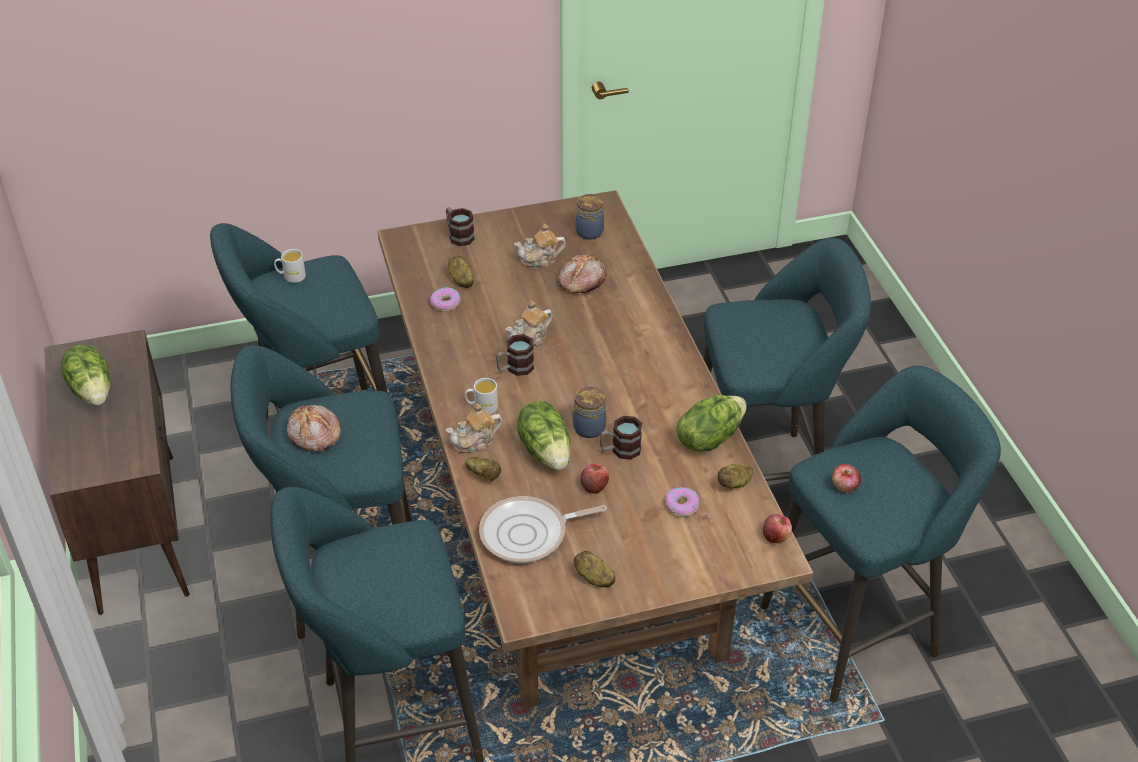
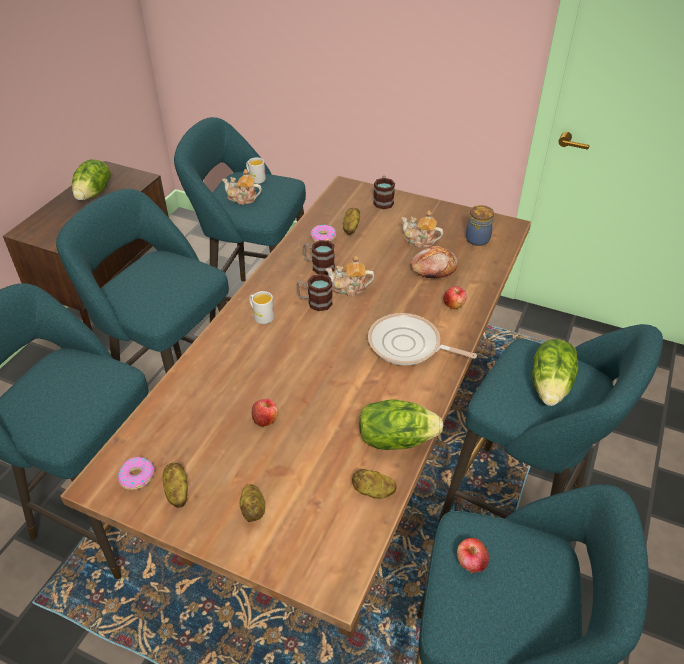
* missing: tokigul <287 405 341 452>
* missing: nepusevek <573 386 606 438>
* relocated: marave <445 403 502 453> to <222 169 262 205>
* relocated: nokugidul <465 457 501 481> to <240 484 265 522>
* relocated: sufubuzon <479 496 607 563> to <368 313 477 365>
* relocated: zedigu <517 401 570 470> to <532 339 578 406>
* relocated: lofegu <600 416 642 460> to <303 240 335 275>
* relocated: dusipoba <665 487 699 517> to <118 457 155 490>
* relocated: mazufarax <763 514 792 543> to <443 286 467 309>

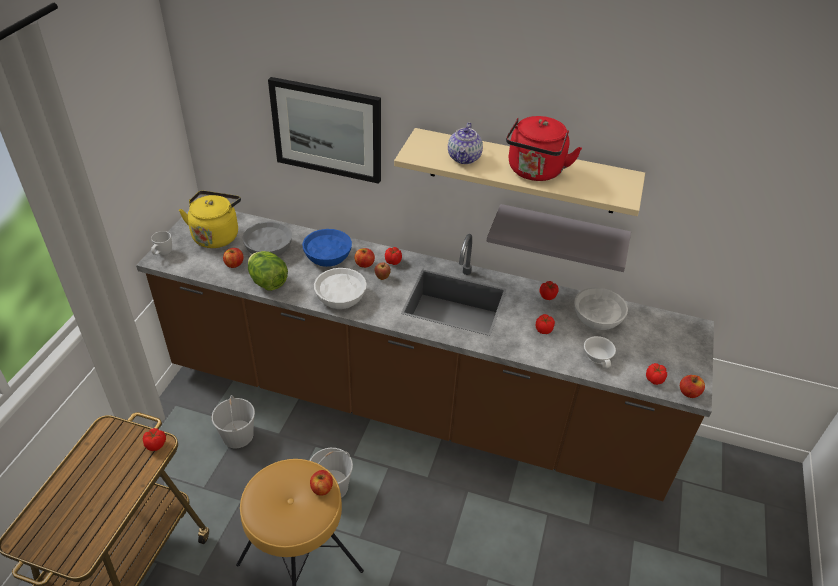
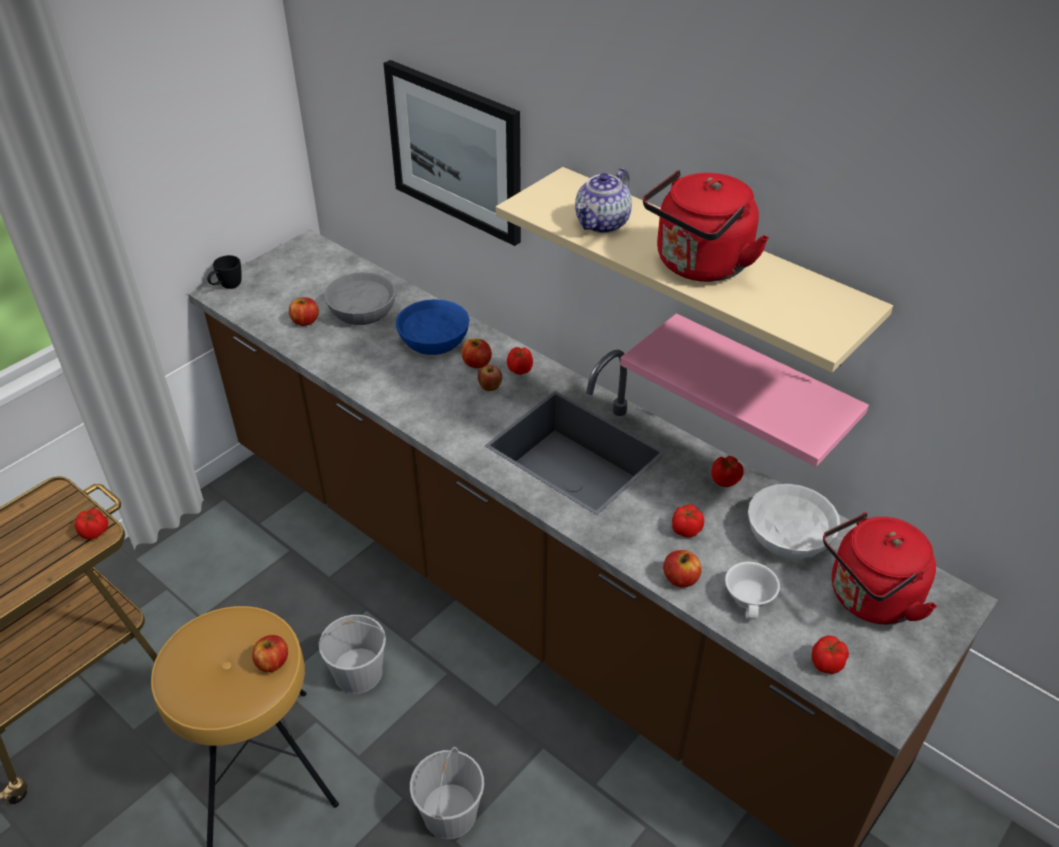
* missing: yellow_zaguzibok <179 191 241 248>
* missing: zedigu <248 251 288 291>
* missing: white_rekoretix <314 268 366 309>
* appeared: red_zaguzibok <823 512 937 625>
* relocated: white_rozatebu <212 395 255 448> to <410 747 484 839>
* relocated: mazufarax <680 375 705 398> to <663 550 702 587>
* colour: white_lofegu <151 231 172 255> to black_lofegu <207 255 242 289>
* colour: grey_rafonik <487 204 631 272> to pink_rafonik <620 313 869 467>

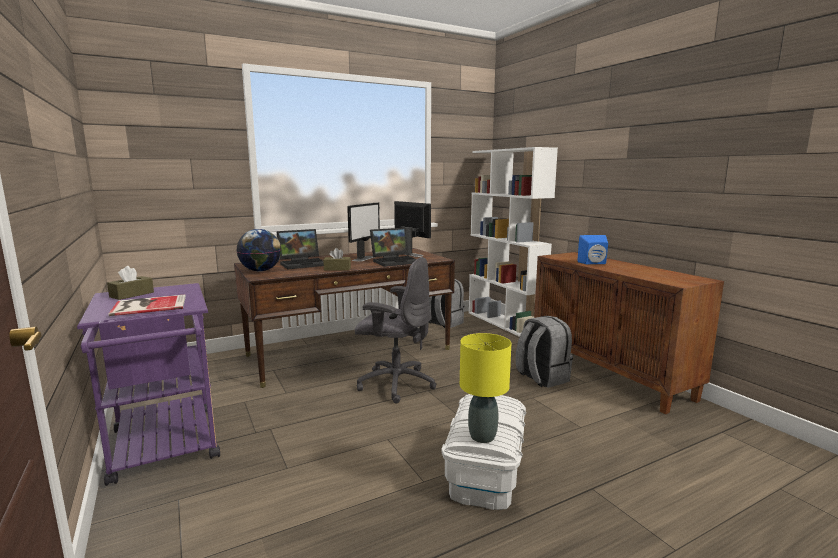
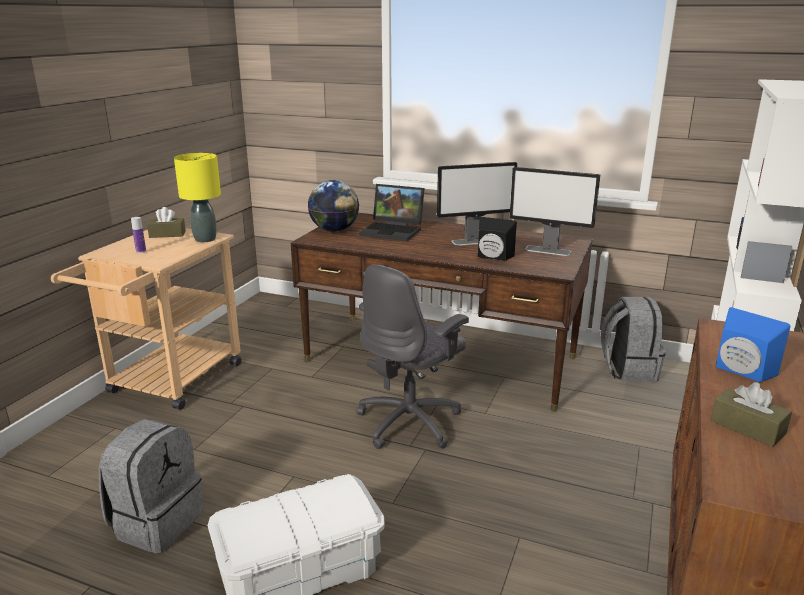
* relocated: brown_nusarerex <323 248 351 271> to <711 382 792 447>
* relocated: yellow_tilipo <460 333 511 443> to <174 153 221 242>
* relocated: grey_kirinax <516 316 573 388> to <99 419 204 553>
* exchanged: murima <108 295 186 316> to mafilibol <131 217 146 253>
* exchanged: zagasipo <370 228 417 267> to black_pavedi <478 217 517 261>
* colour: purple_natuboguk <77 283 220 486> to beige_natuboguk <51 228 241 410>
* spun: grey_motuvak <355 257 436 403> = <356 264 469 449> 60 degrees clockwise
* spun: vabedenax <394 201 431 257> = <509 167 600 256> 105 degrees clockwise

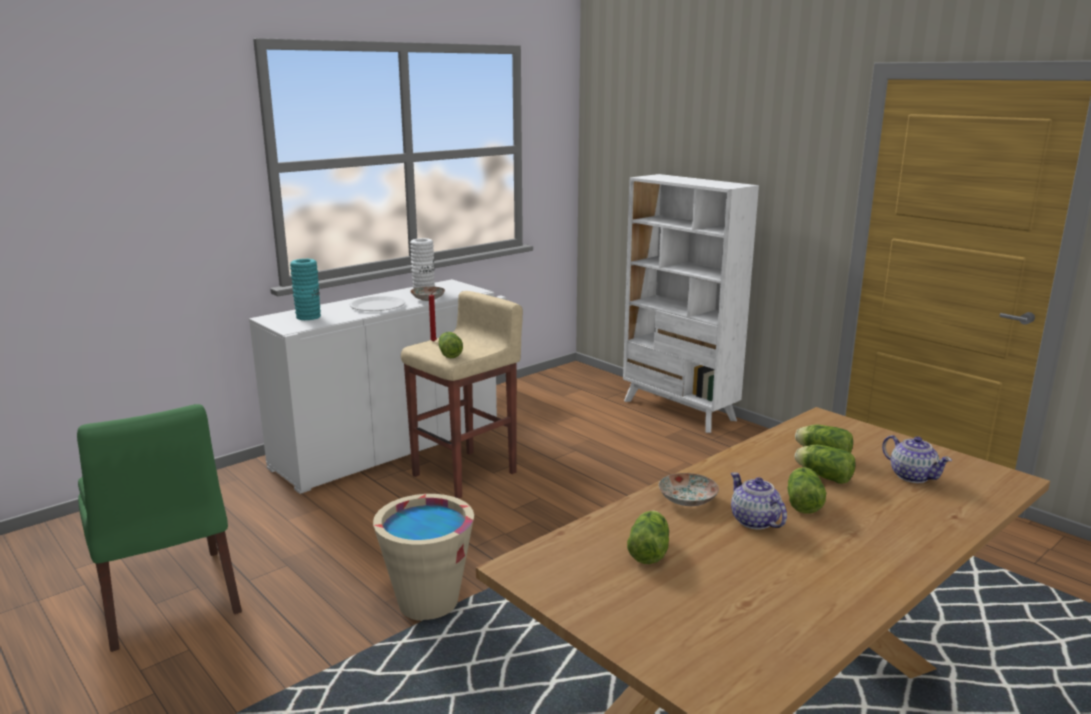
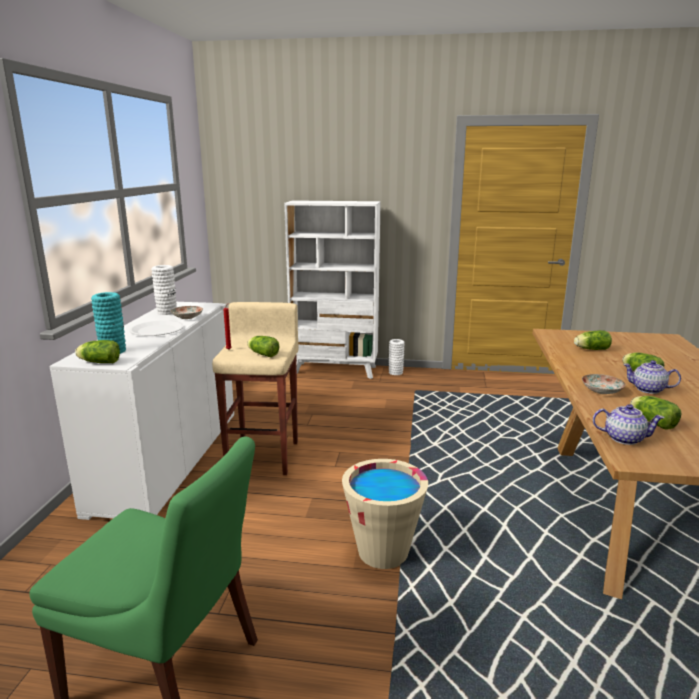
* appeared: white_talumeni <389 339 405 375>
* relocated: zedigu <795 445 856 484> to <75 340 120 363>
* relocated: marave <882 435 952 483> to <593 404 664 445>

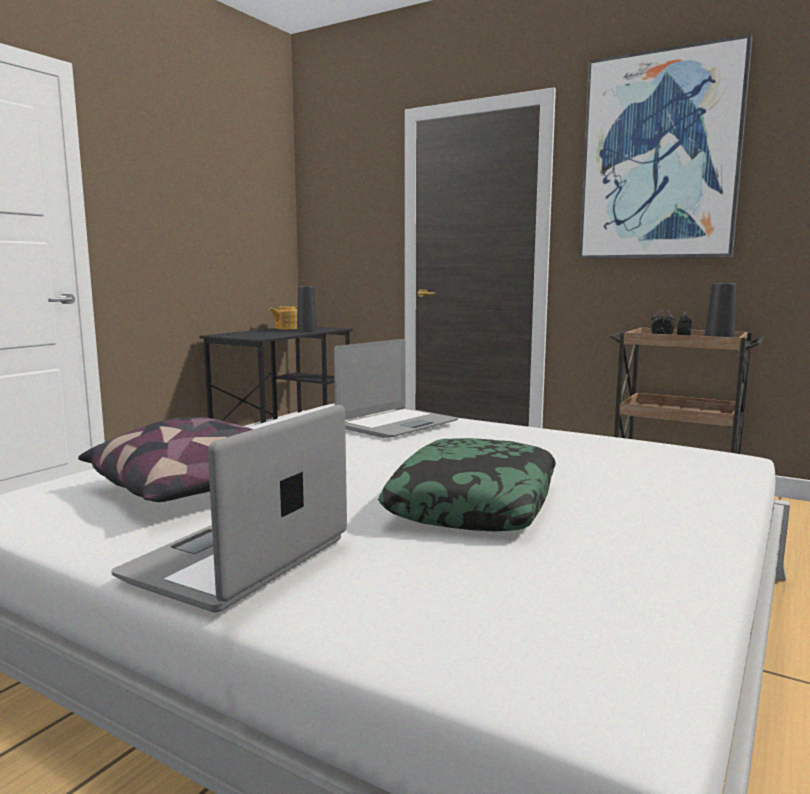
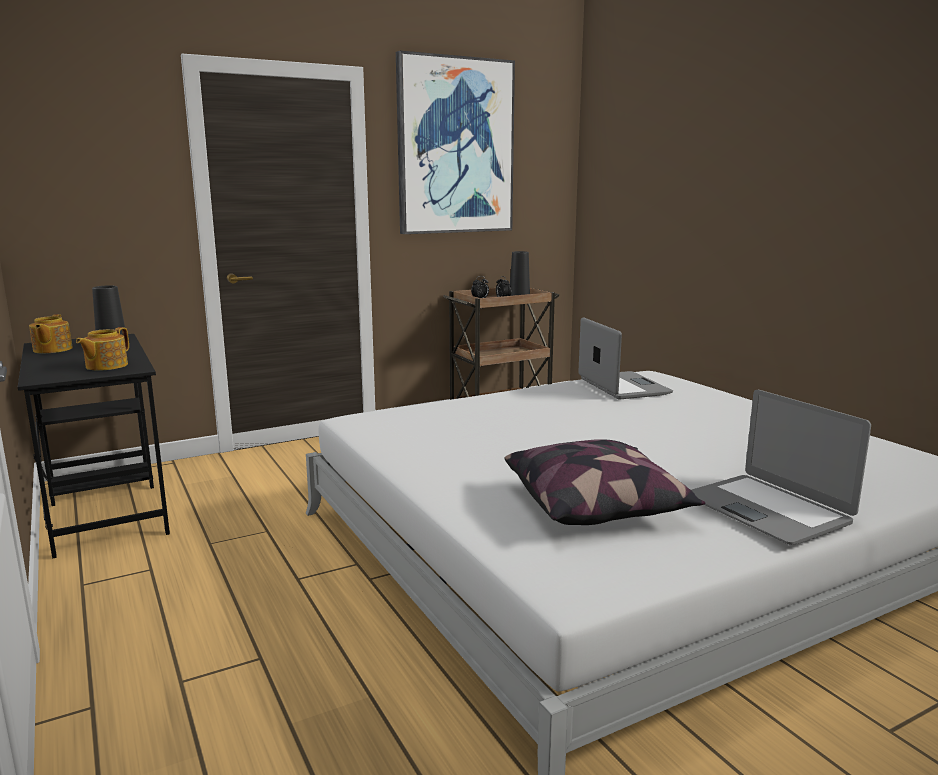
* missing: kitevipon <378 438 556 532>
* appeared: marave <76 327 129 371>
* relocated: zagasipo <334 339 458 438> to <578 318 673 399>

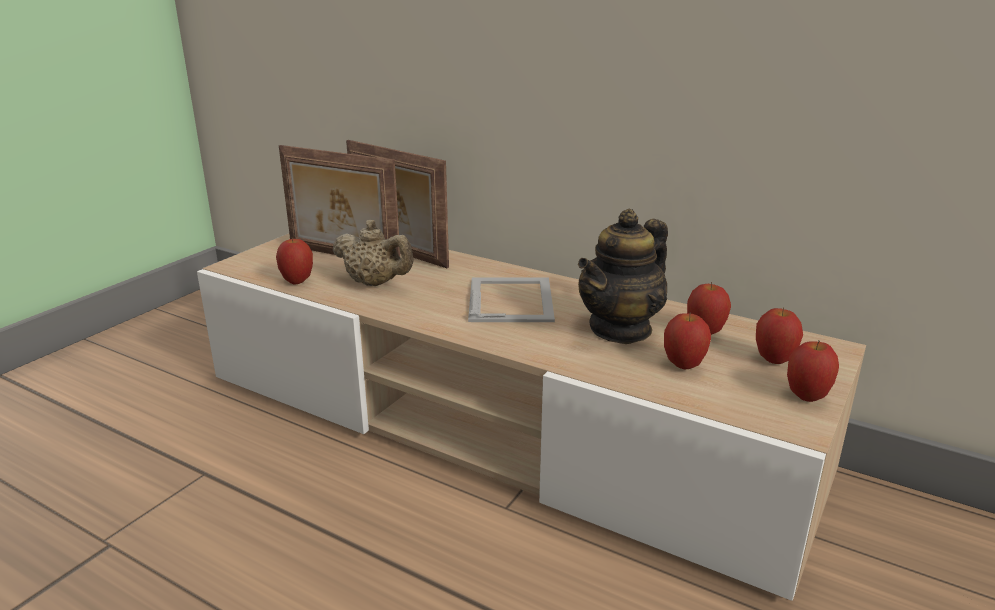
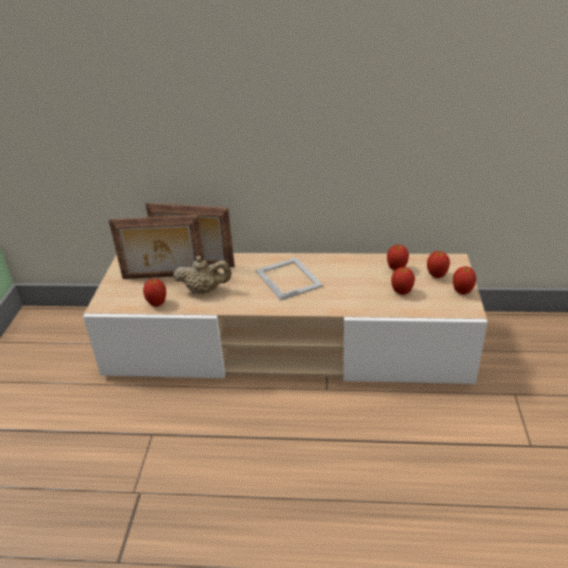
* missing: marave <578 209 668 344>

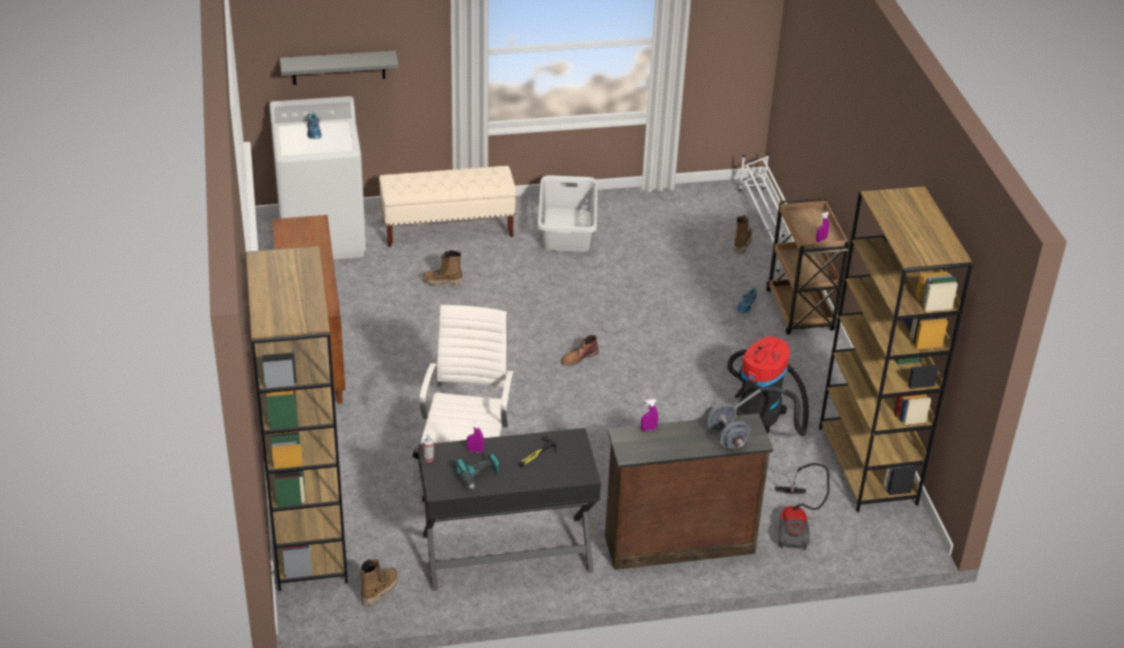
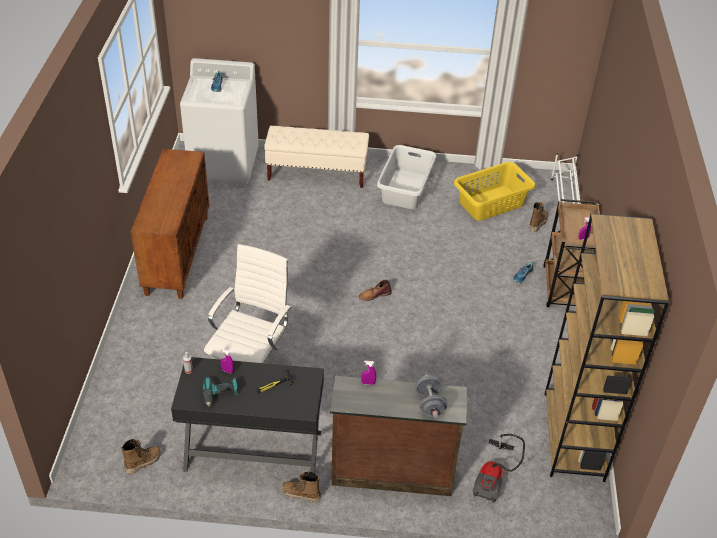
* missing: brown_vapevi <246 246 348 591>
* missing: grey_rafonik <280 51 399 85>
* missing: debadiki <700 336 809 436>
* appeared: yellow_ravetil <454 162 535 221>
* relocated: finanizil <423 250 462 286> to <282 471 321 502>

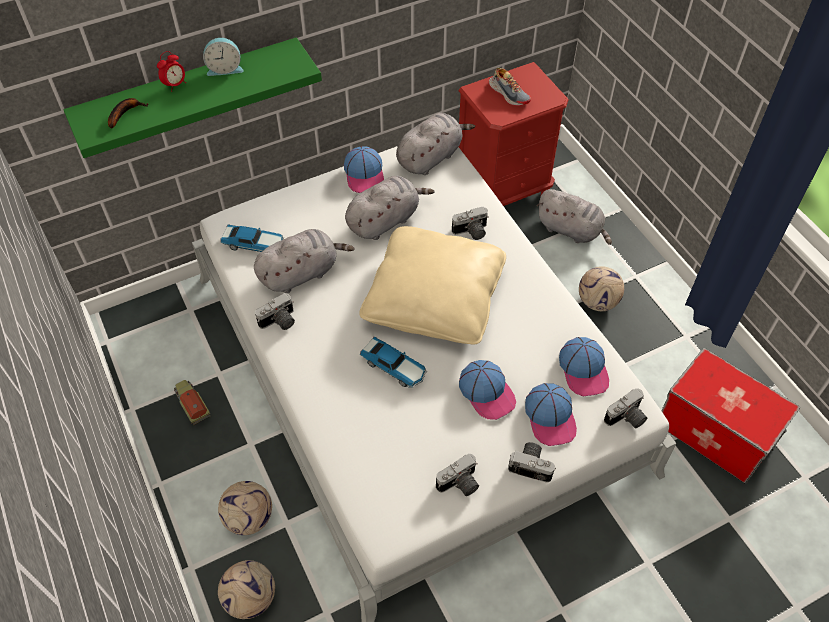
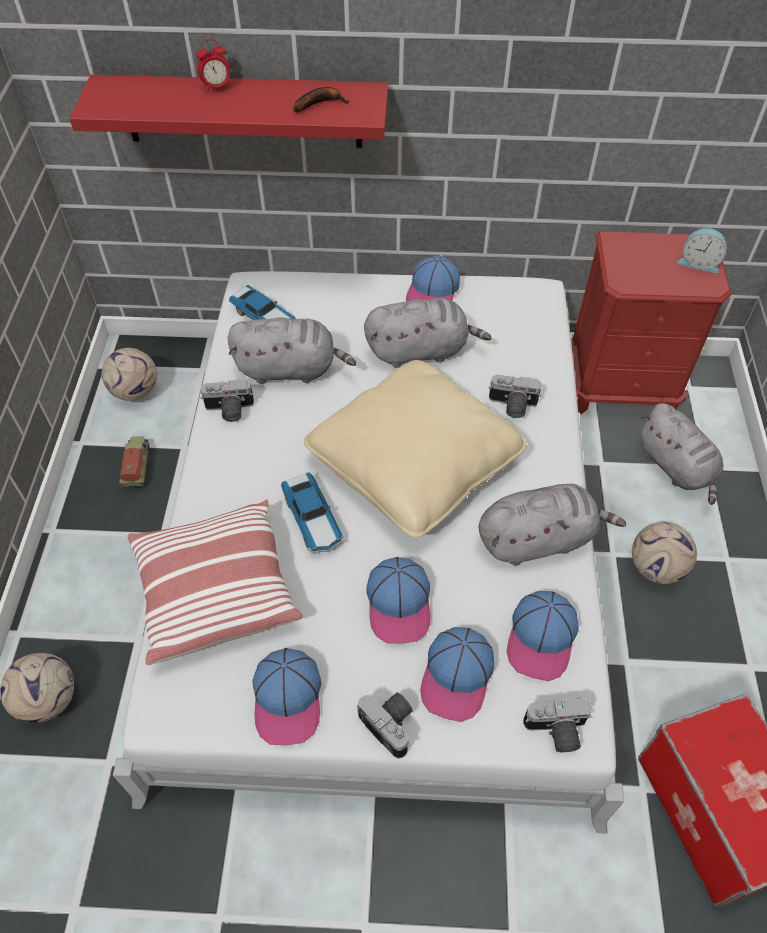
* missing: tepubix <489 68 531 106>
* appeared: kitevipon <127 499 303 665>
* relocated: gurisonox <108 98 149 128> to <293 87 349 113>
* relocated: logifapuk <203 38 244 76> to <677 228 727 273>
* relocated: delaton <218 481 272 535> to <102 348 157 401>
* relocated: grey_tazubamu <396 113 475 175> to <479 484 626 566>
* exchanged: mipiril <436 453 479 496> to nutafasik <252 648 322 745>
* colour: green_rafonik <63 37 322 158> to red_rafonik <69 75 388 148>

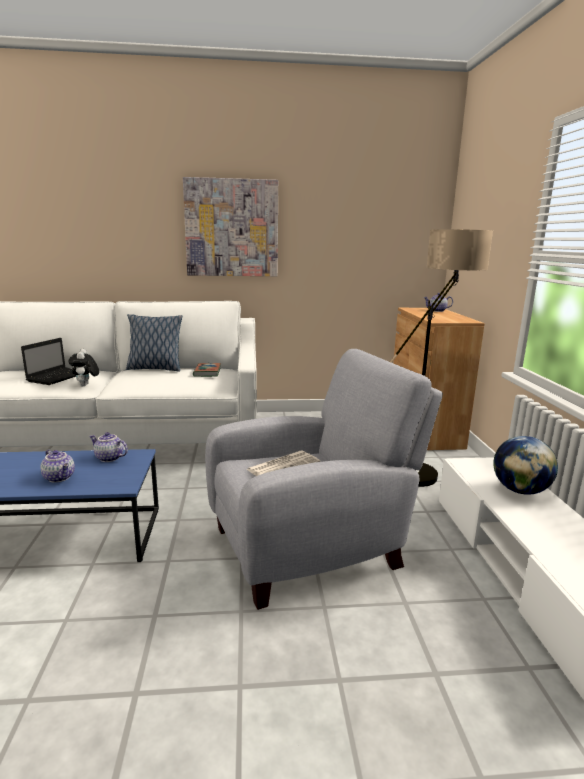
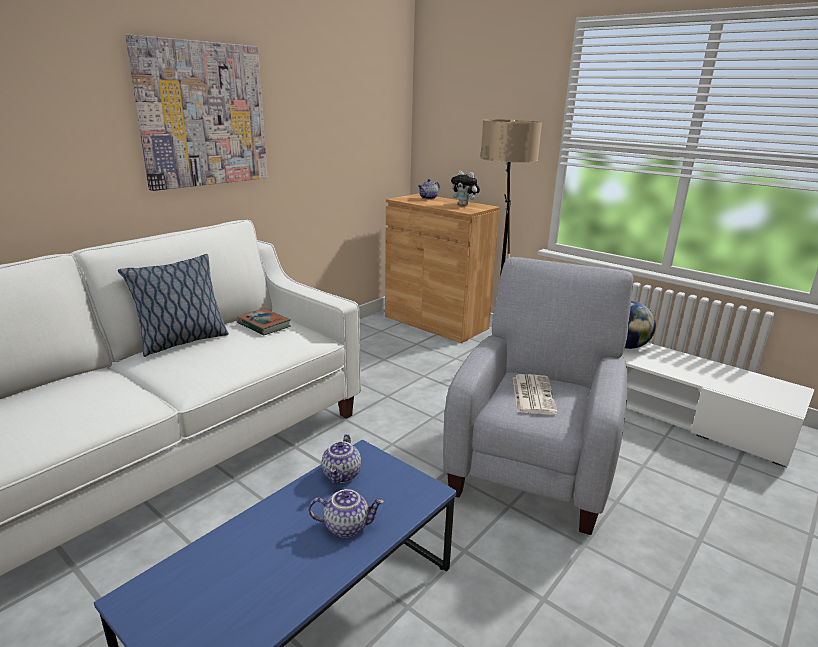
* missing: zagasipo <21 338 76 385>
* relocated: tazubamu <68 349 99 386> to <451 171 480 206>
* spun: marave <89 432 128 462> = <321 434 361 484> 60 degrees counterclockwise

